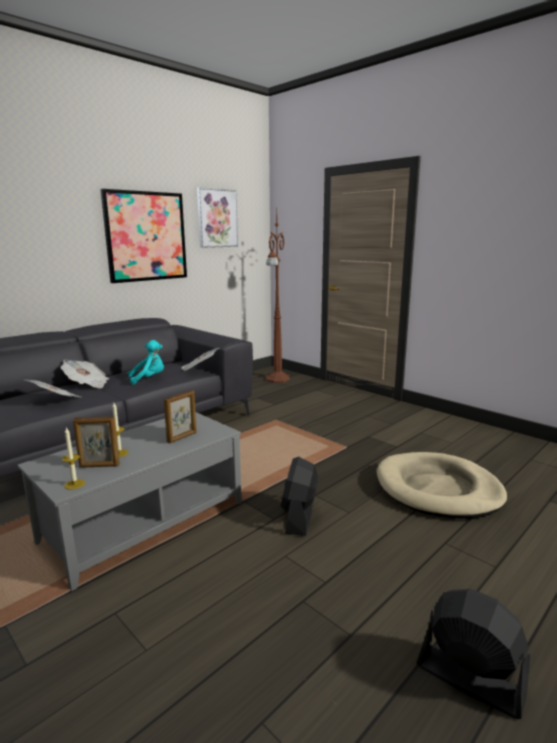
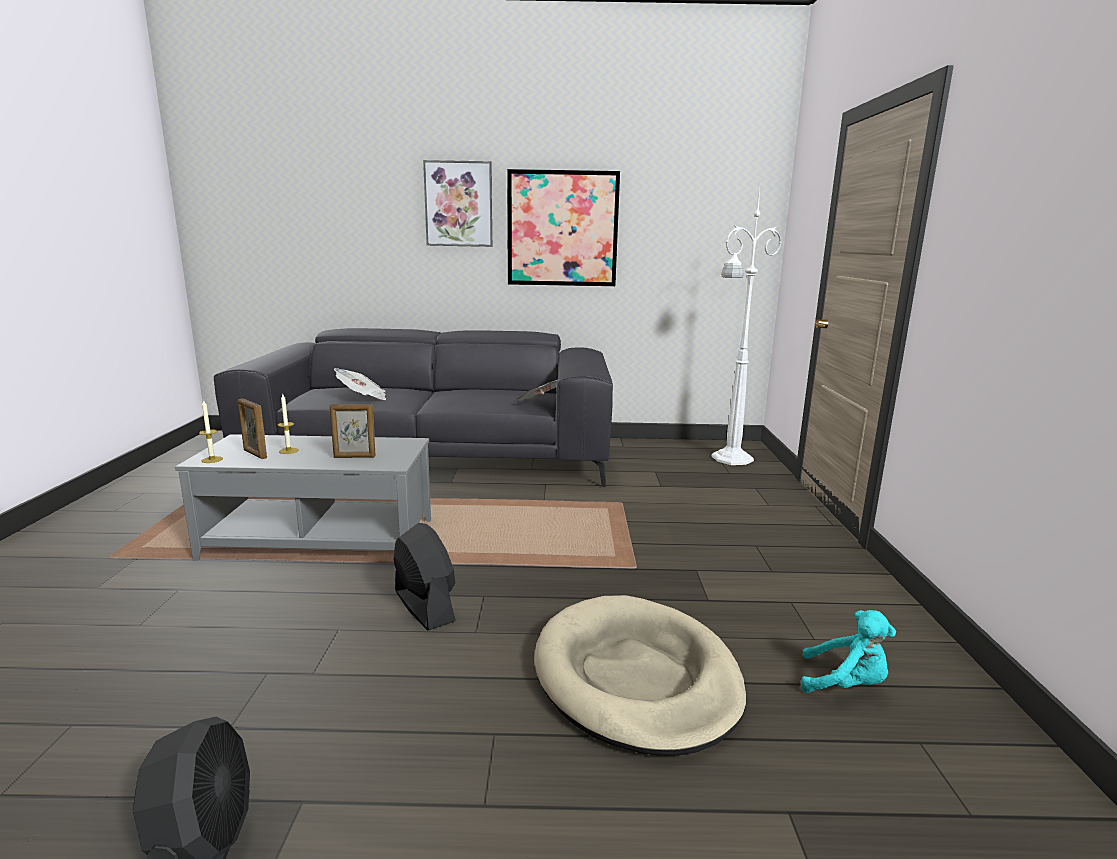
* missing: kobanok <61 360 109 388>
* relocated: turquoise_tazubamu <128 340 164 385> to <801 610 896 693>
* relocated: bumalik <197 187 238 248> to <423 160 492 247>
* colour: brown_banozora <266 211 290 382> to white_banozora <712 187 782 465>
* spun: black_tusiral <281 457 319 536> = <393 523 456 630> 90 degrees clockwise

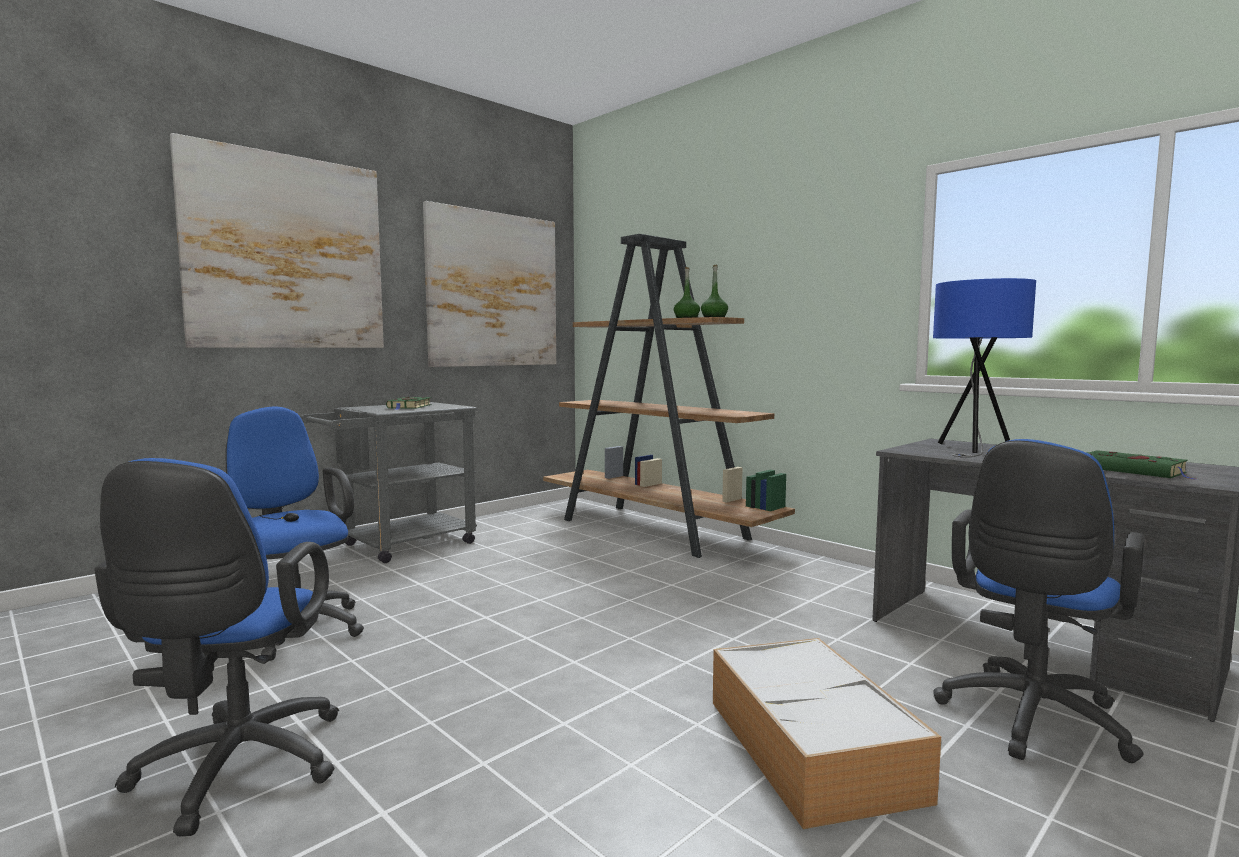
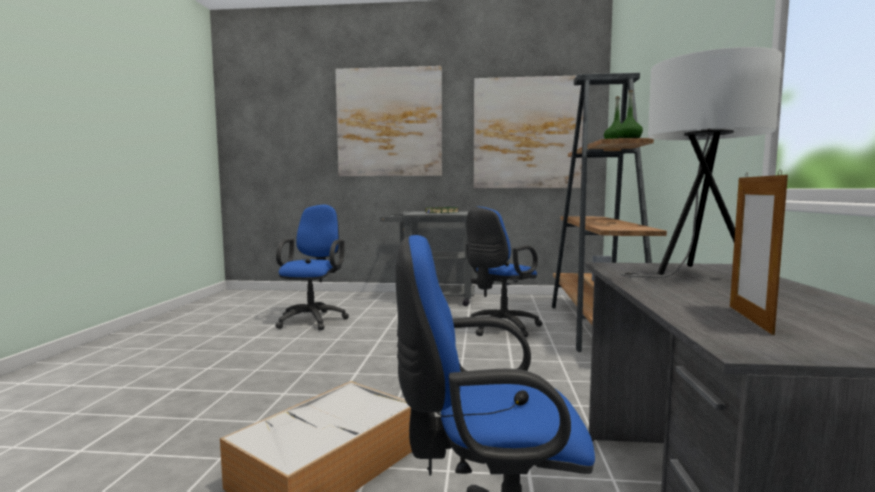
* relocated: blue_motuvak <94 458 339 836> to <466 207 543 338>
* exchanged: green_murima <1086 450 1197 480> to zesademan <730 170 788 335>
* colour: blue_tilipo <933 278 1036 457> to white_tilipo <620 47 782 278>

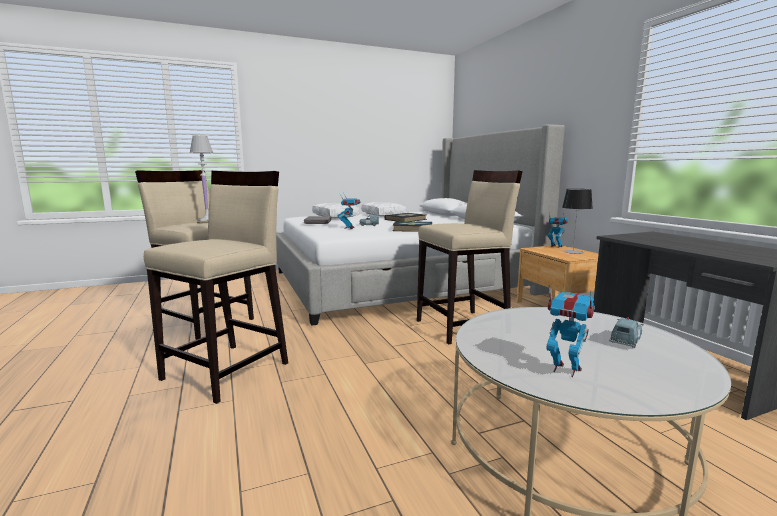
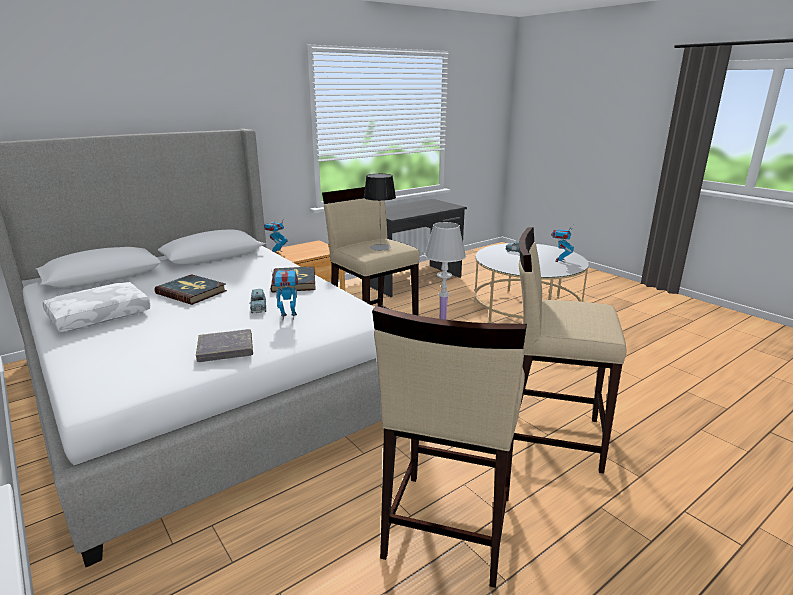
* missing: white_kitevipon <312 203 359 218>
* relocated: tilipo <562 189 593 254> to <364 173 396 250>

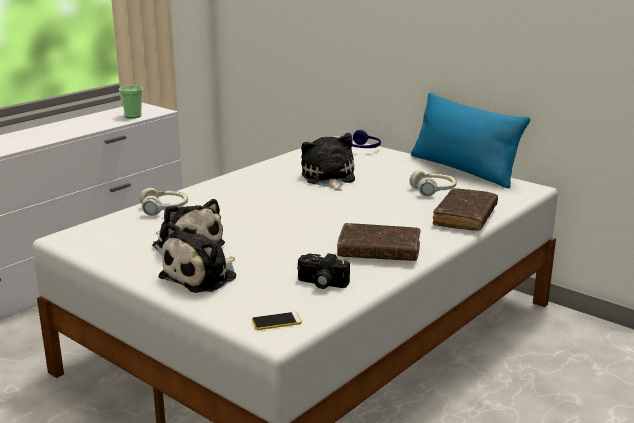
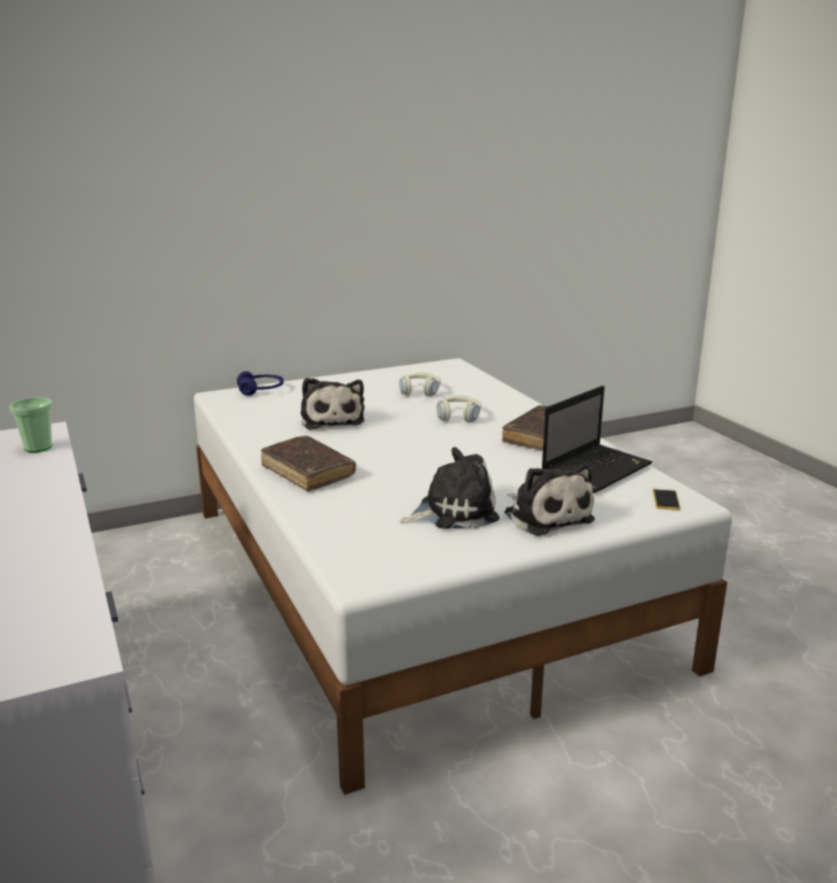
* missing: blue_kitevipon <411 92 530 188>
* relocated: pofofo <140 188 188 216> to <437 396 482 422>
* relocated: brown_murima <433 188 498 231> to <261 436 356 492>
* exchanged: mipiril <297 253 350 289> to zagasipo <542 386 652 493>
* spun: tazubamu <301 135 355 191> = <301 378 365 430> 120 degrees counterclockwise

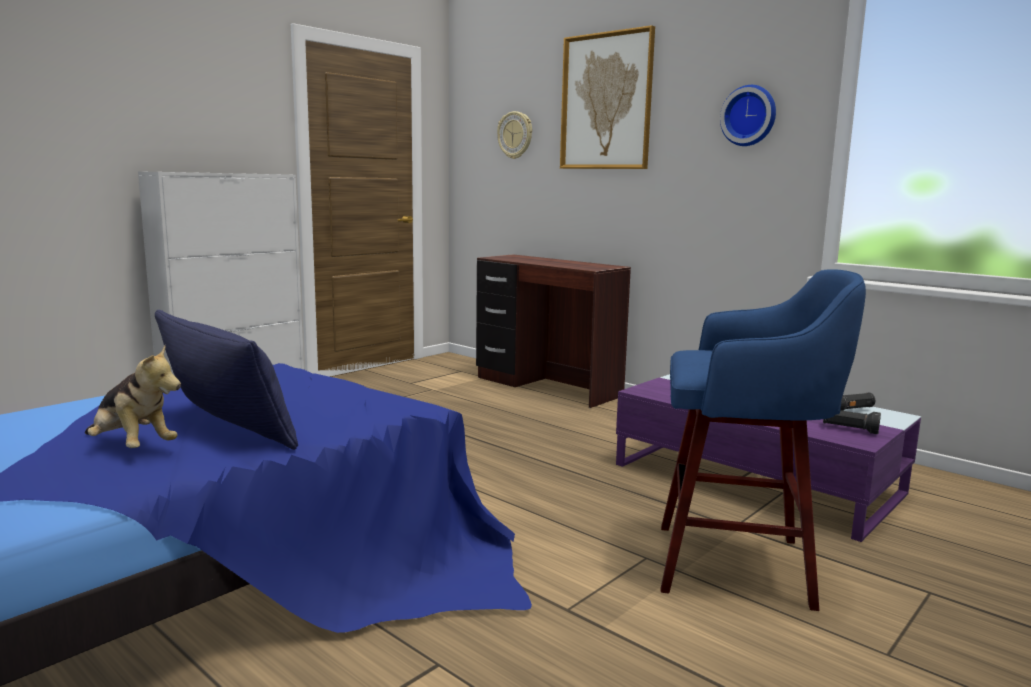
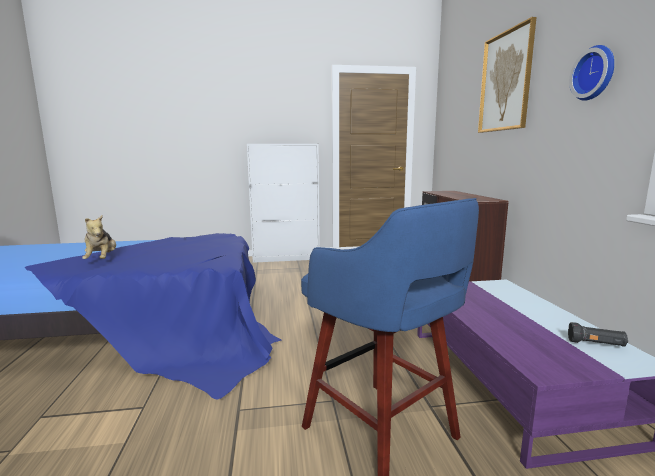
* missing: blue_kitevipon <155 310 298 450>
* missing: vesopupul <497 111 532 159>
* missing: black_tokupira <823 410 881 434>

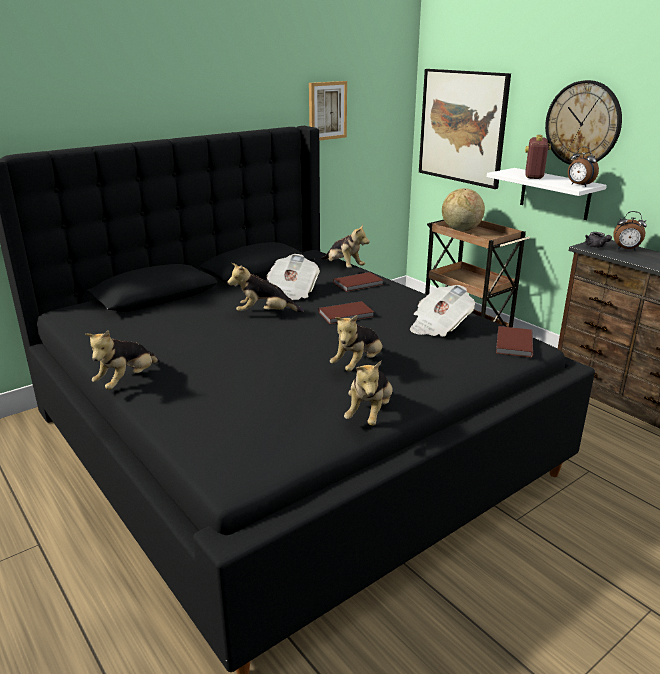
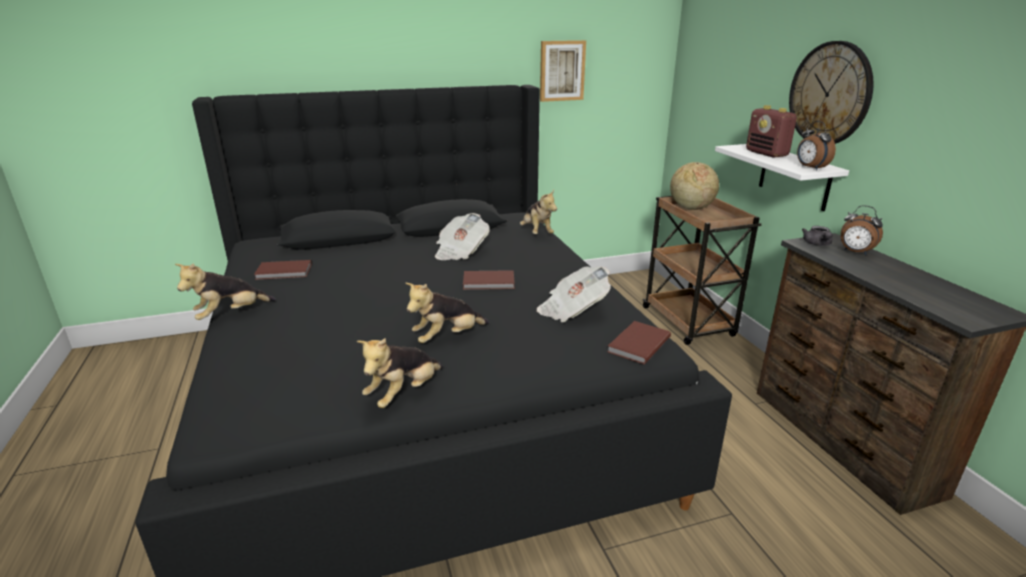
* missing: tazubamu <228 263 304 312>
* missing: bumalik <419 69 511 189>
* relocated: brown_murima <333 272 384 292> to <254 260 312 280>
* spun: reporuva <525 135 551 179> = <746 105 797 158> 60 degrees counterclockwise

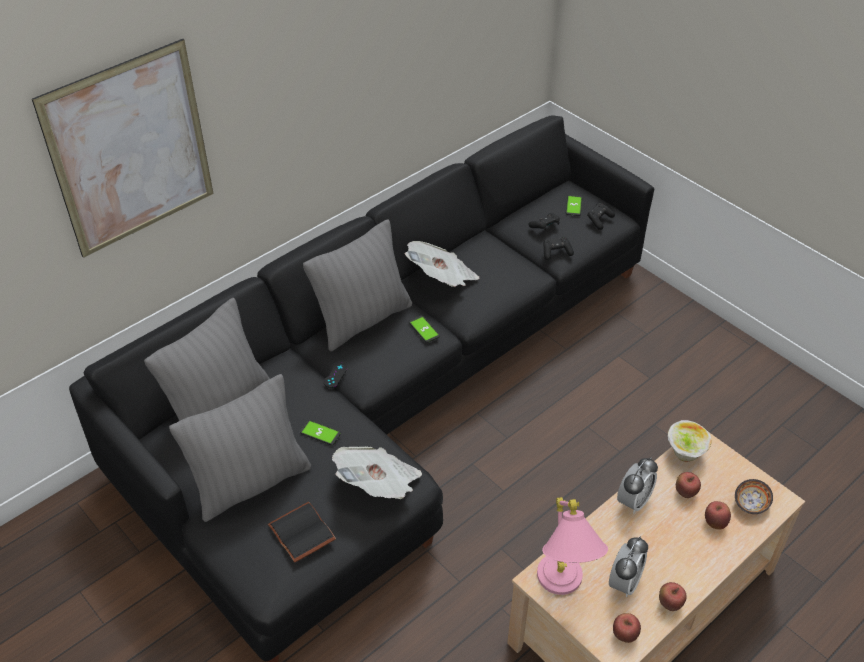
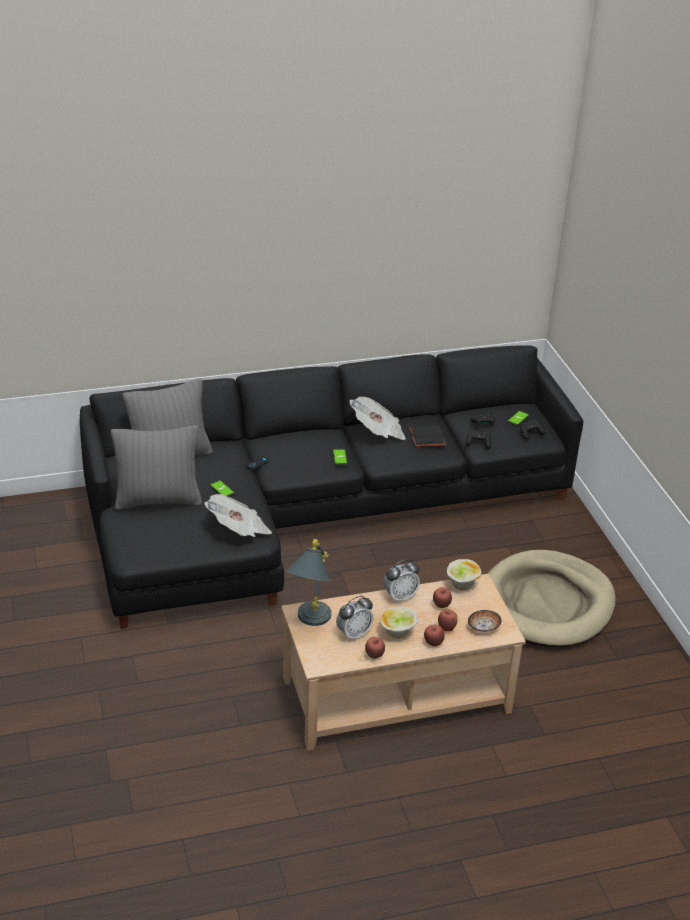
* missing: bumalik <32 39 214 258>
* missing: grey_kitevipon <303 219 412 351>
* appeared: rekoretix <380 606 418 639>
* appeared: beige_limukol <487 550 615 647>
* relocated: black_murima <268 502 336 563> to <409 425 446 447>
* relocated: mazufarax <613 613 641 643> to <424 625 444 646>
* colour: pink_tilipo <537 497 608 595> to grey_tilipo <285 539 331 626>

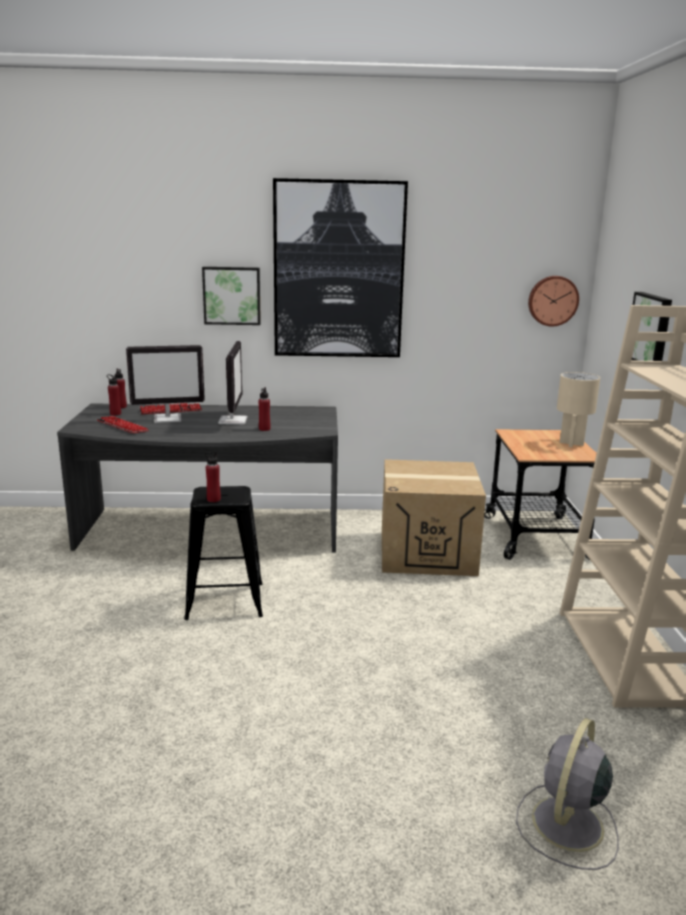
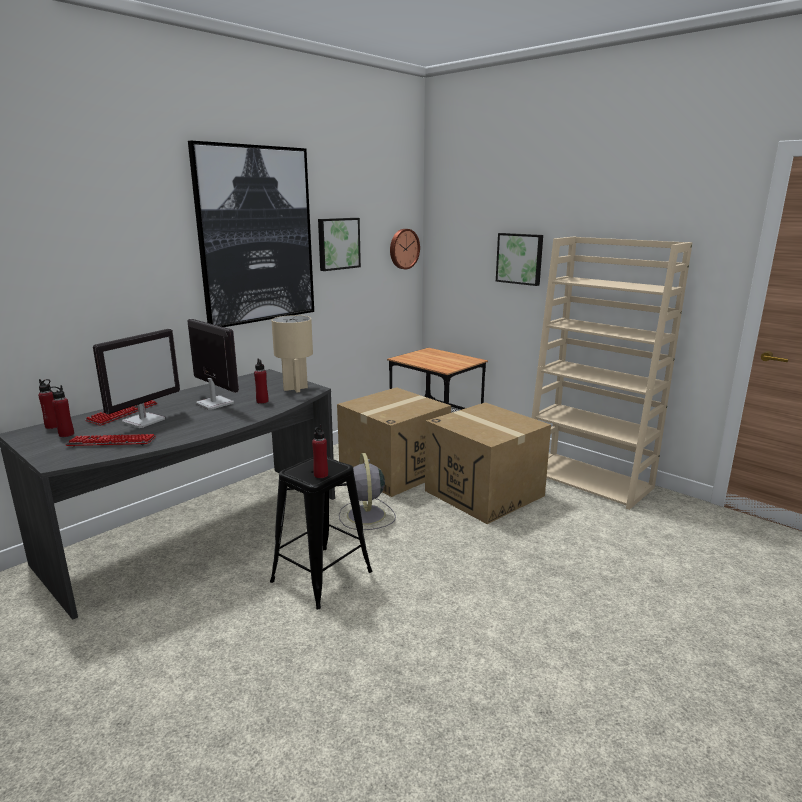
* appeared: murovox <425 402 551 524>
* relocated: bumalik <202 267 261 325> to <318 218 361 271>
* relocated: grey_tusiral <516 718 619 870> to <339 453 396 530>
* relocated: beige_tilipo <557 372 600 447> to <271 315 313 393>

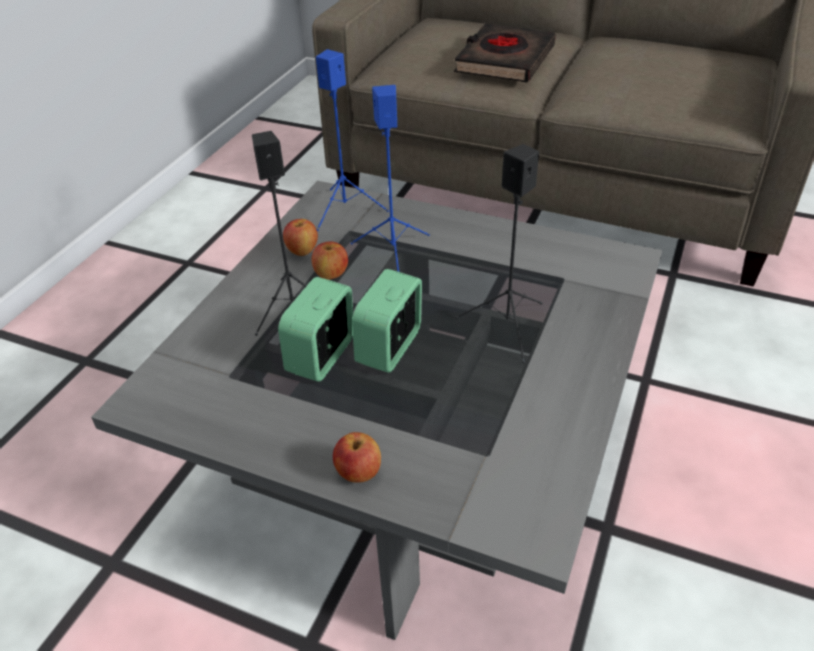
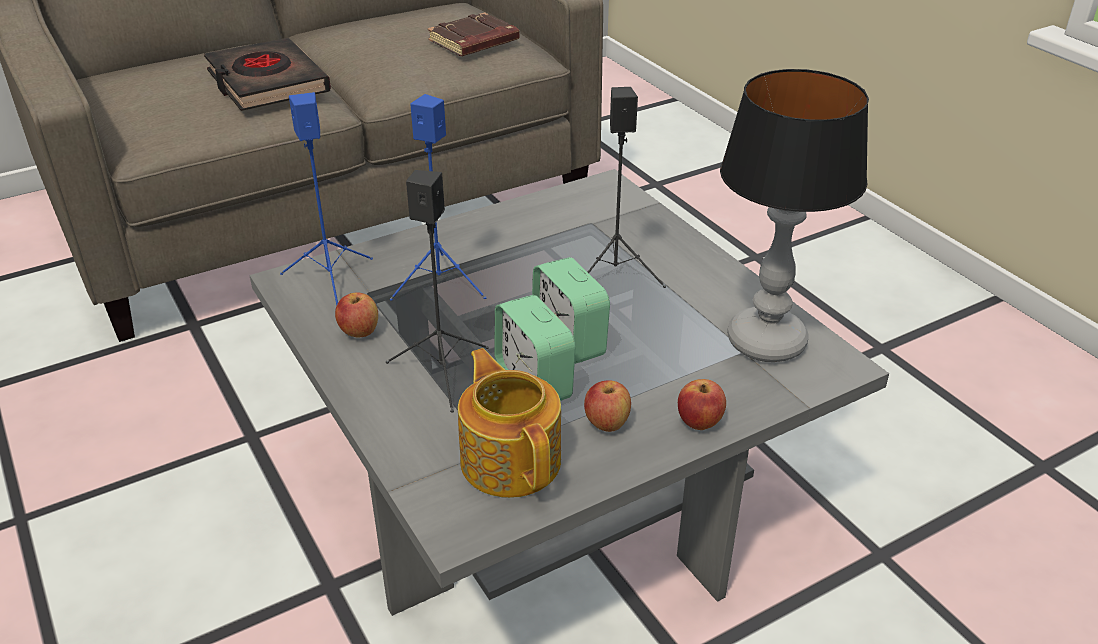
* appeared: brown_murima <428 12 519 56>
* appeared: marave <458 348 561 498>
* appeared: tilipo <720 69 869 362>
* relocated: mazufarax <312 241 348 280> to <584 380 631 432>

